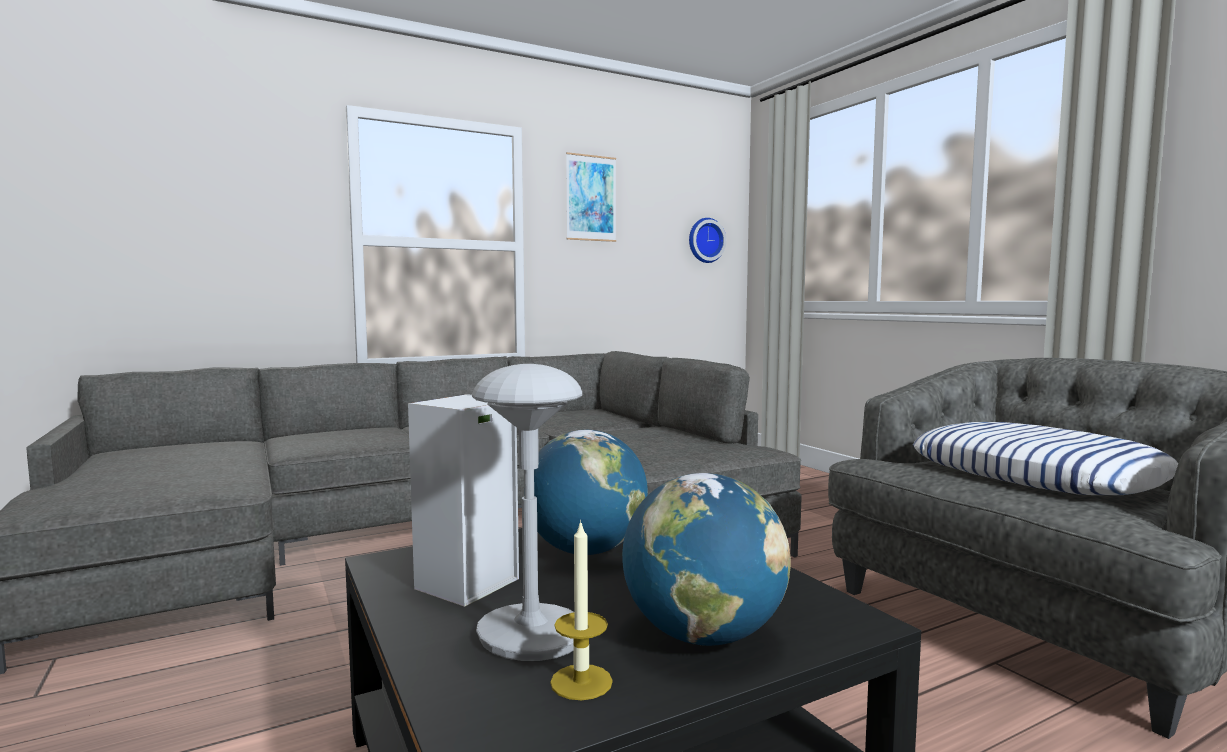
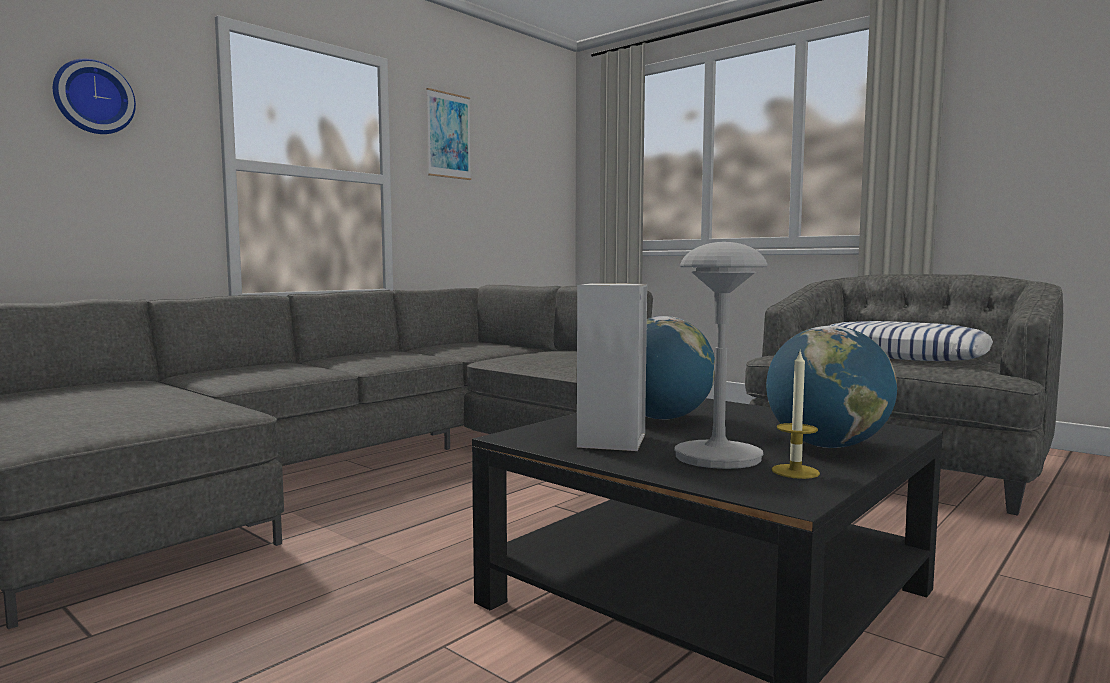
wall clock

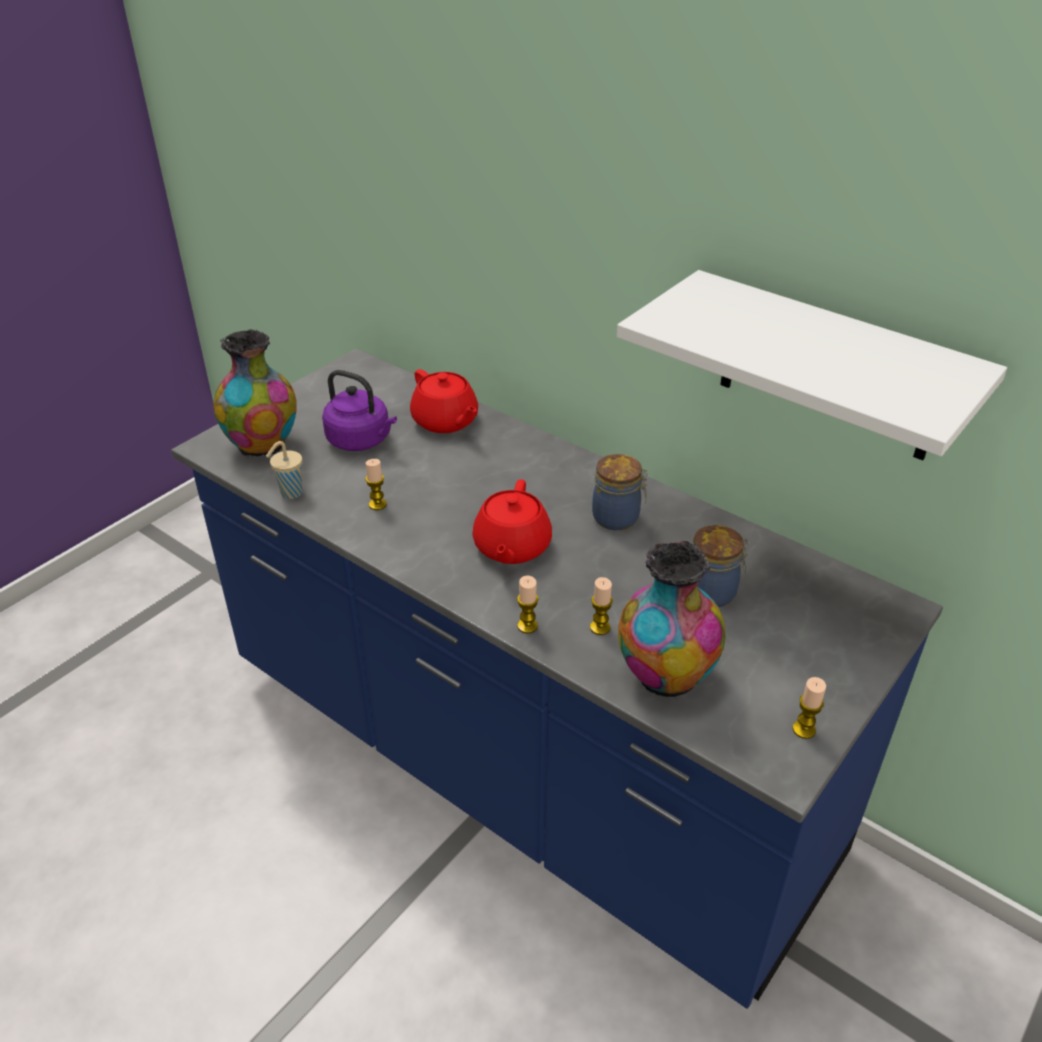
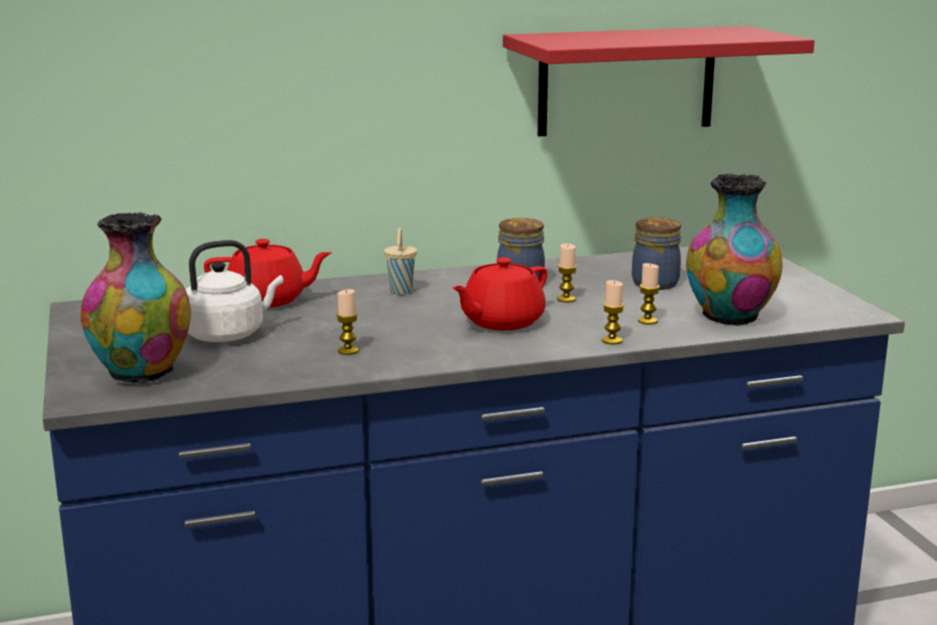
beige cup; candle (2nd from left); white kettle; red shelf; red teapot (2nd from left)

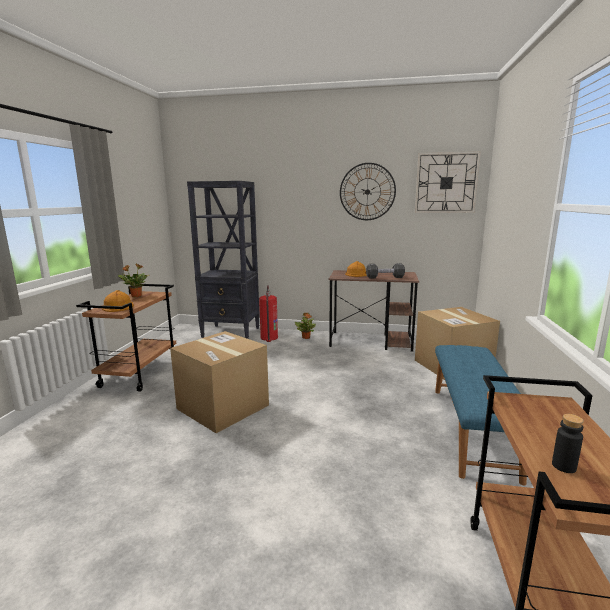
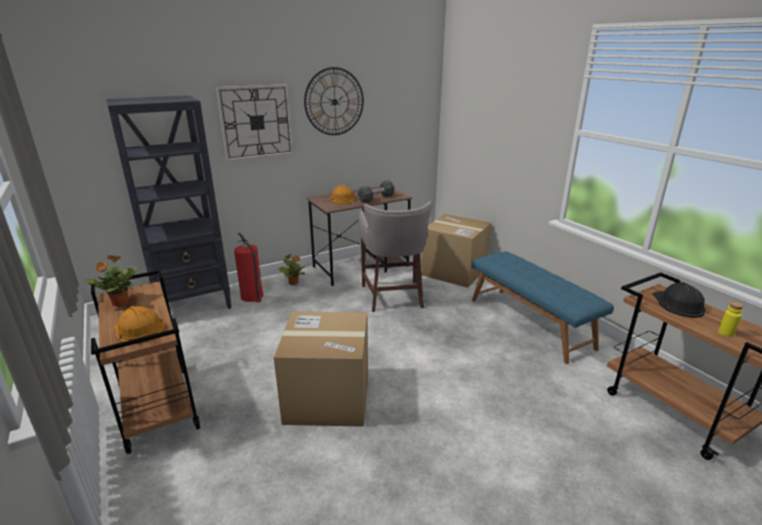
grey stool; black hard hat; wall clock (1st from left); yellow bottle

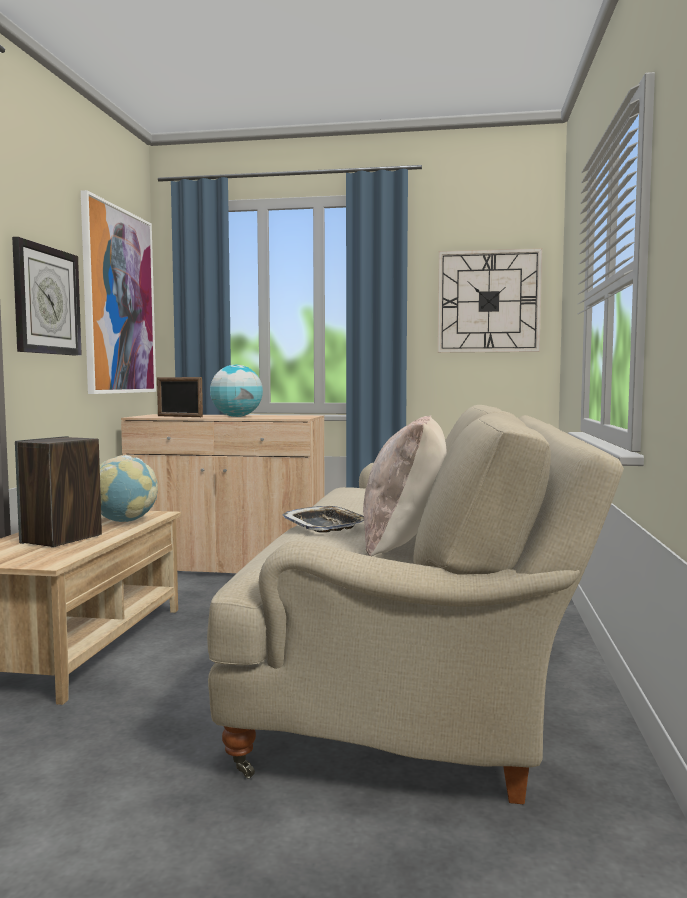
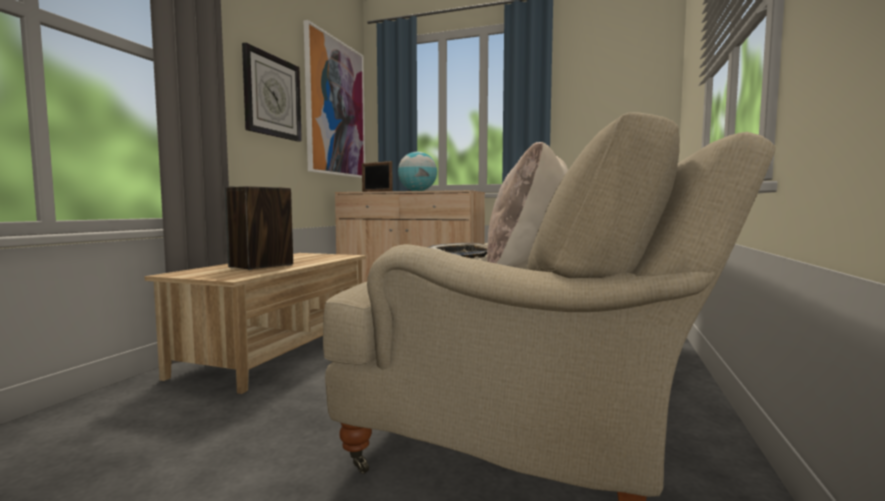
globe (1st from left in the first image); wall clock (2nd from left in the first image)

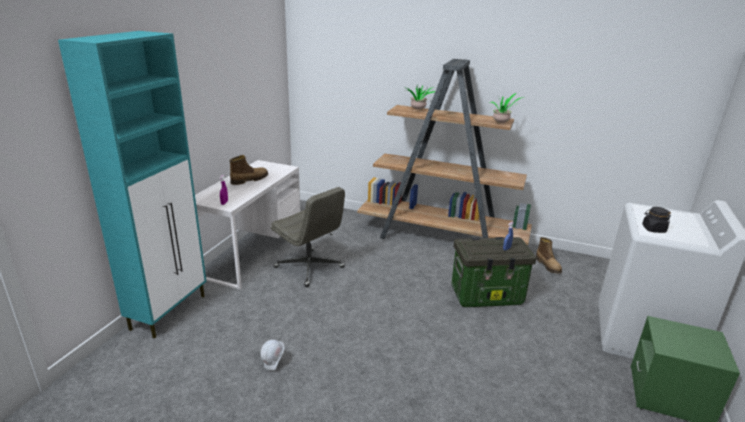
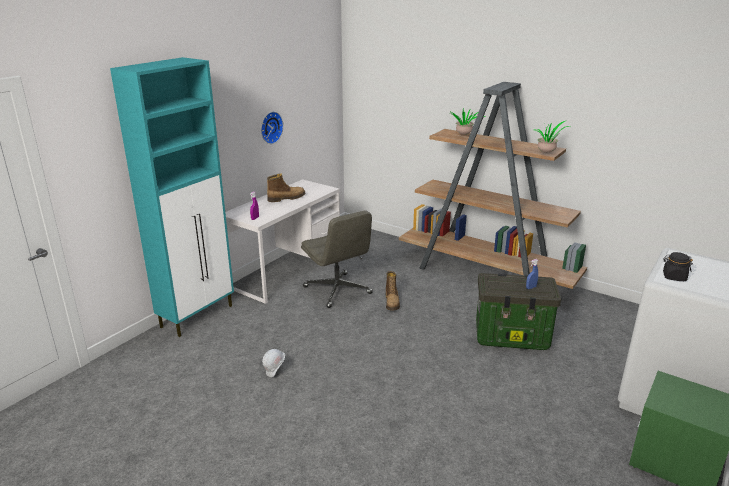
wall clock; boot (2nd from left)

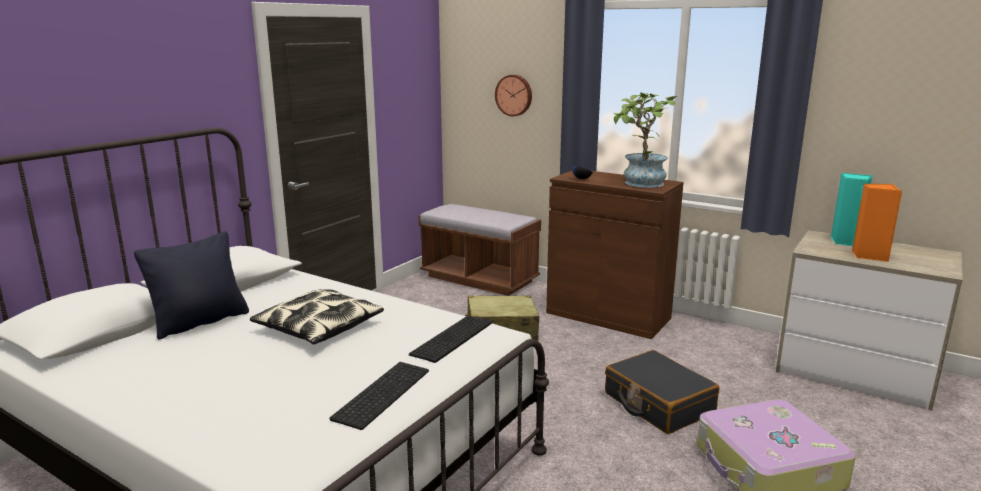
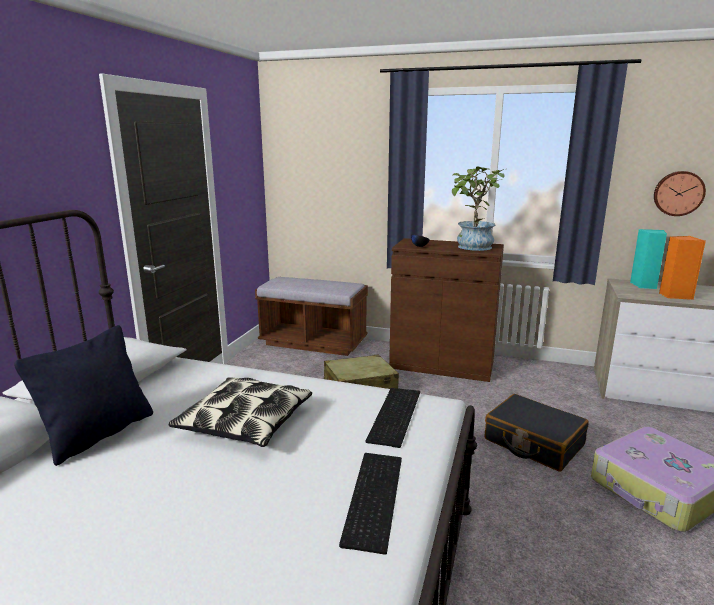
wall clock

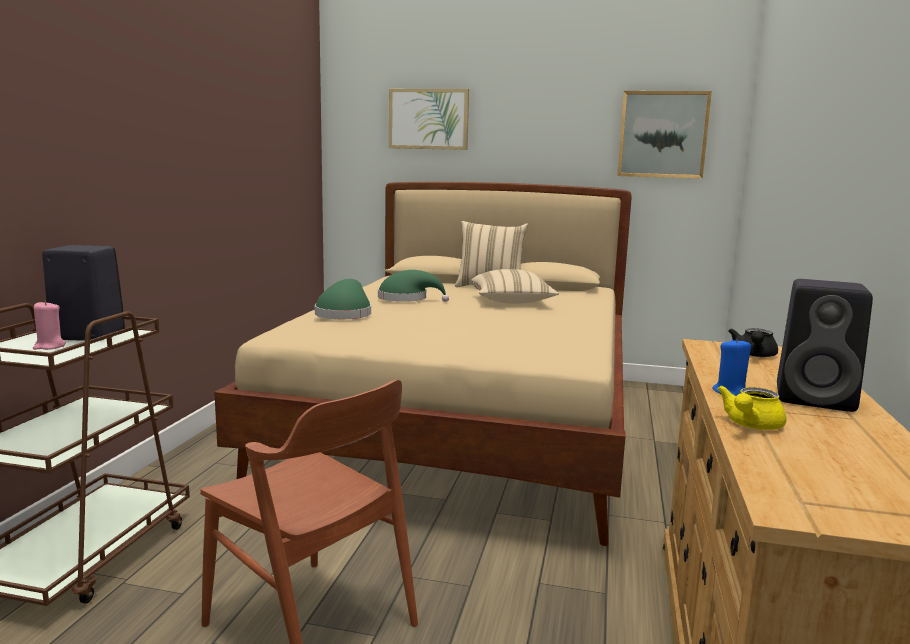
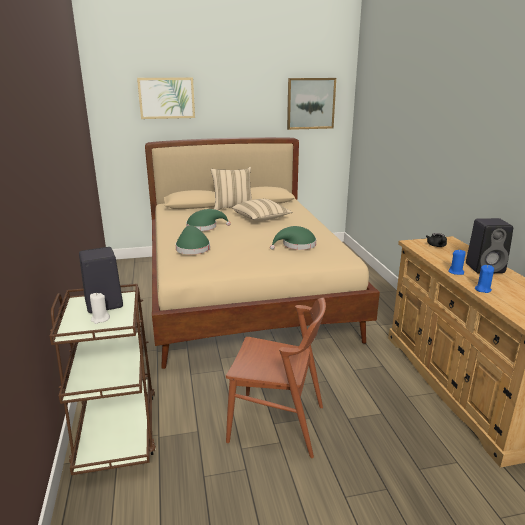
green hat (3rd from left); blue candle (2nd from left); white candle

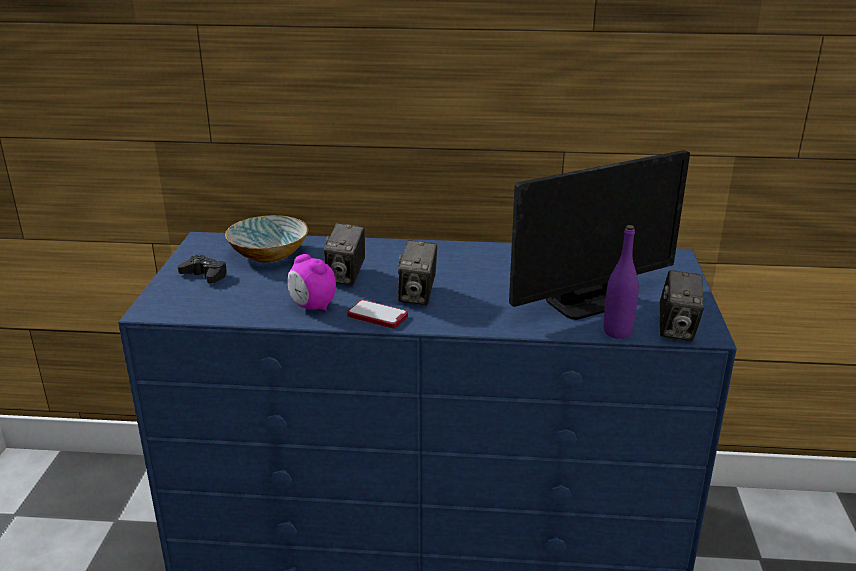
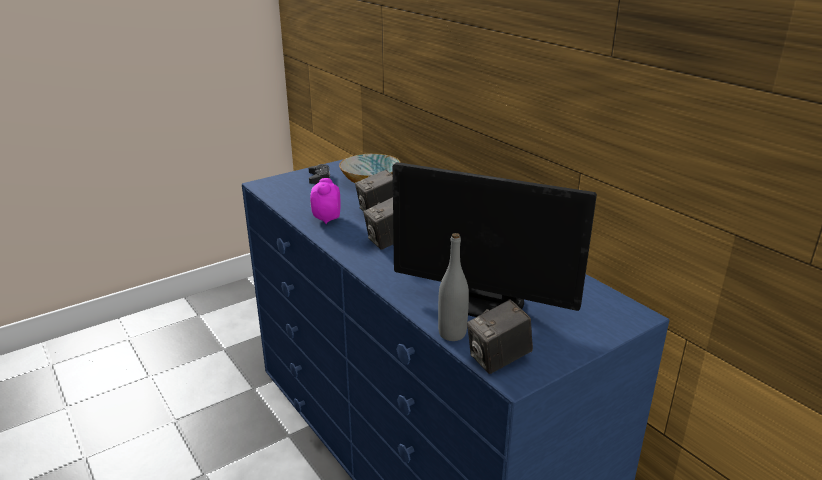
phone; grey bottle

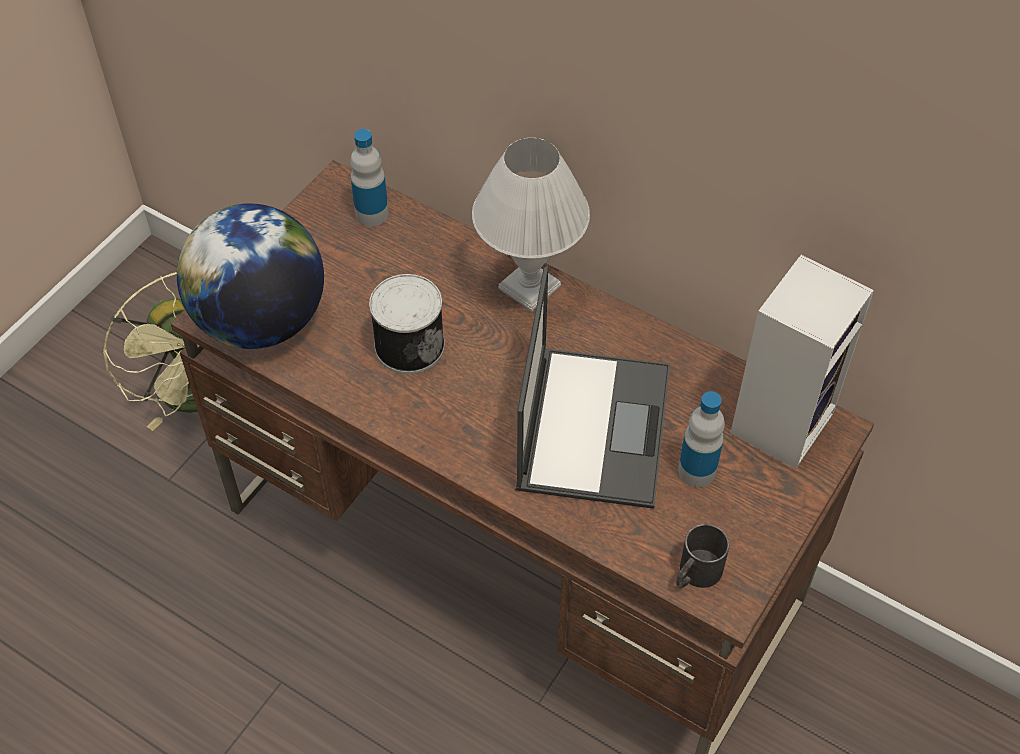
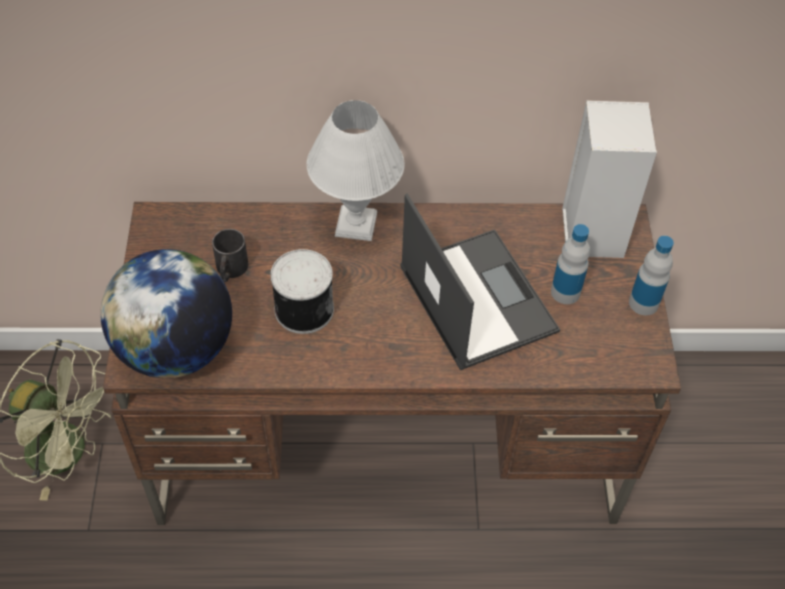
bottle (2nd from left); black mug

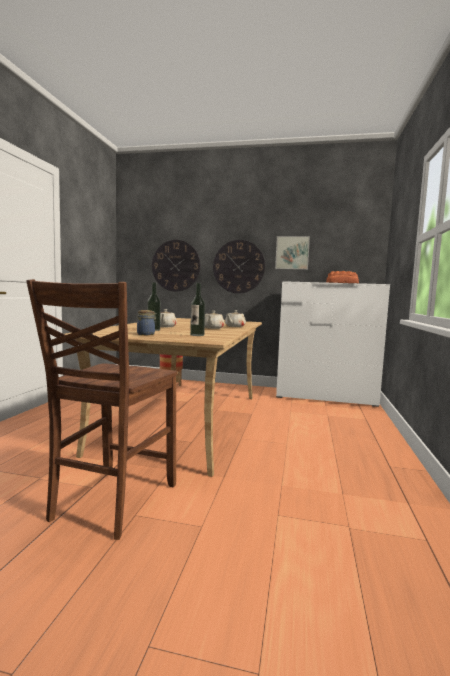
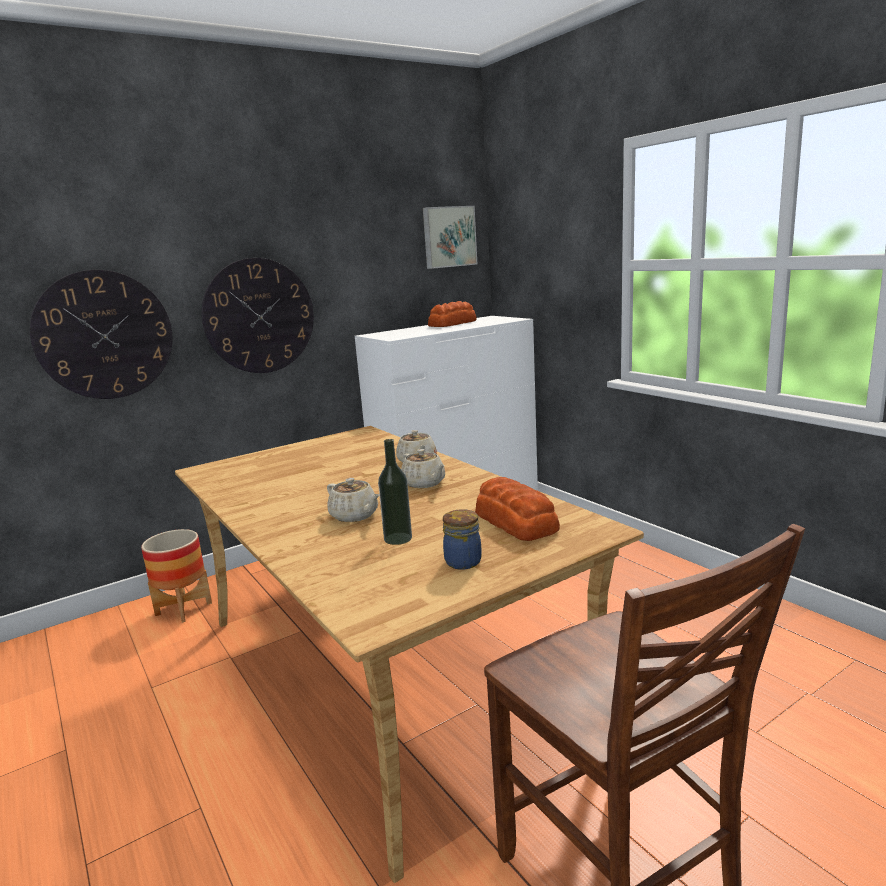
picture; bread (2nd from left)

